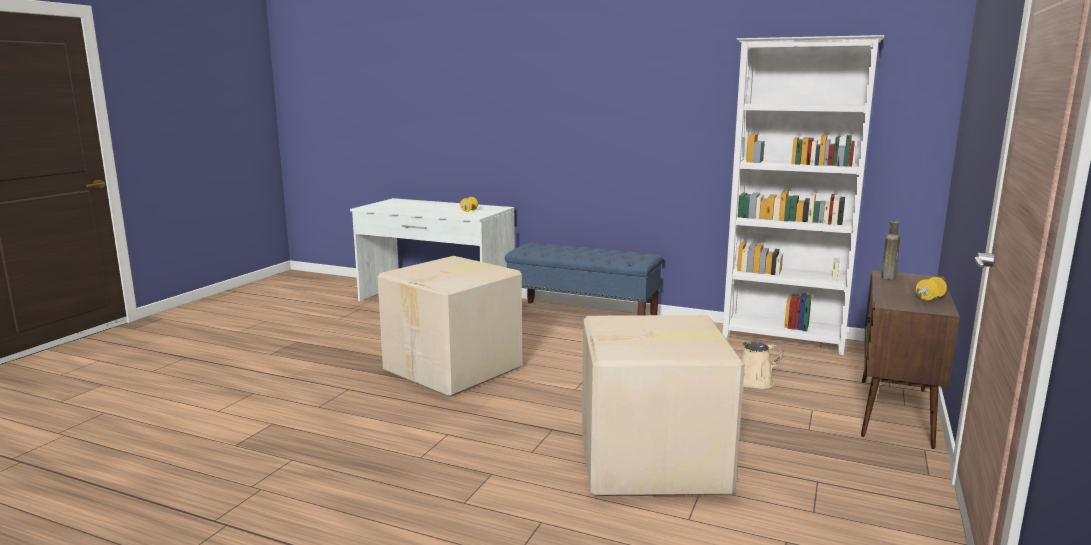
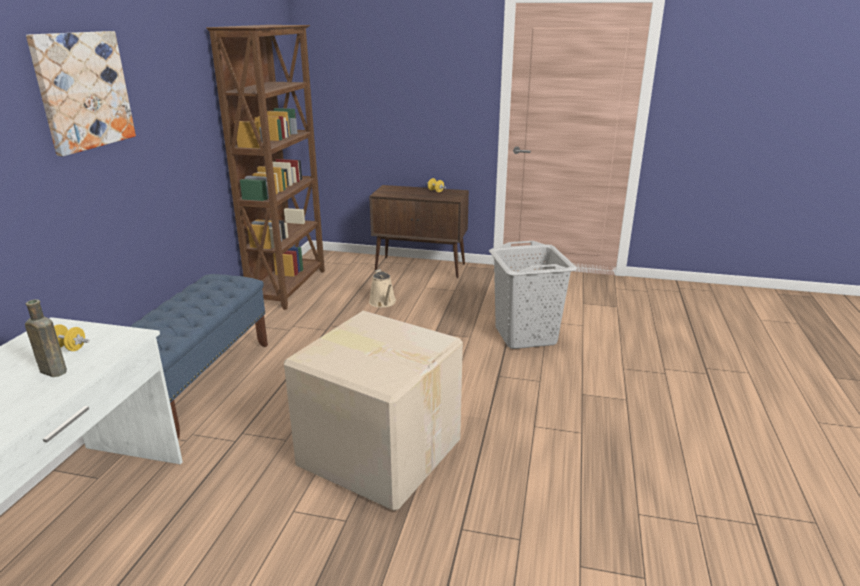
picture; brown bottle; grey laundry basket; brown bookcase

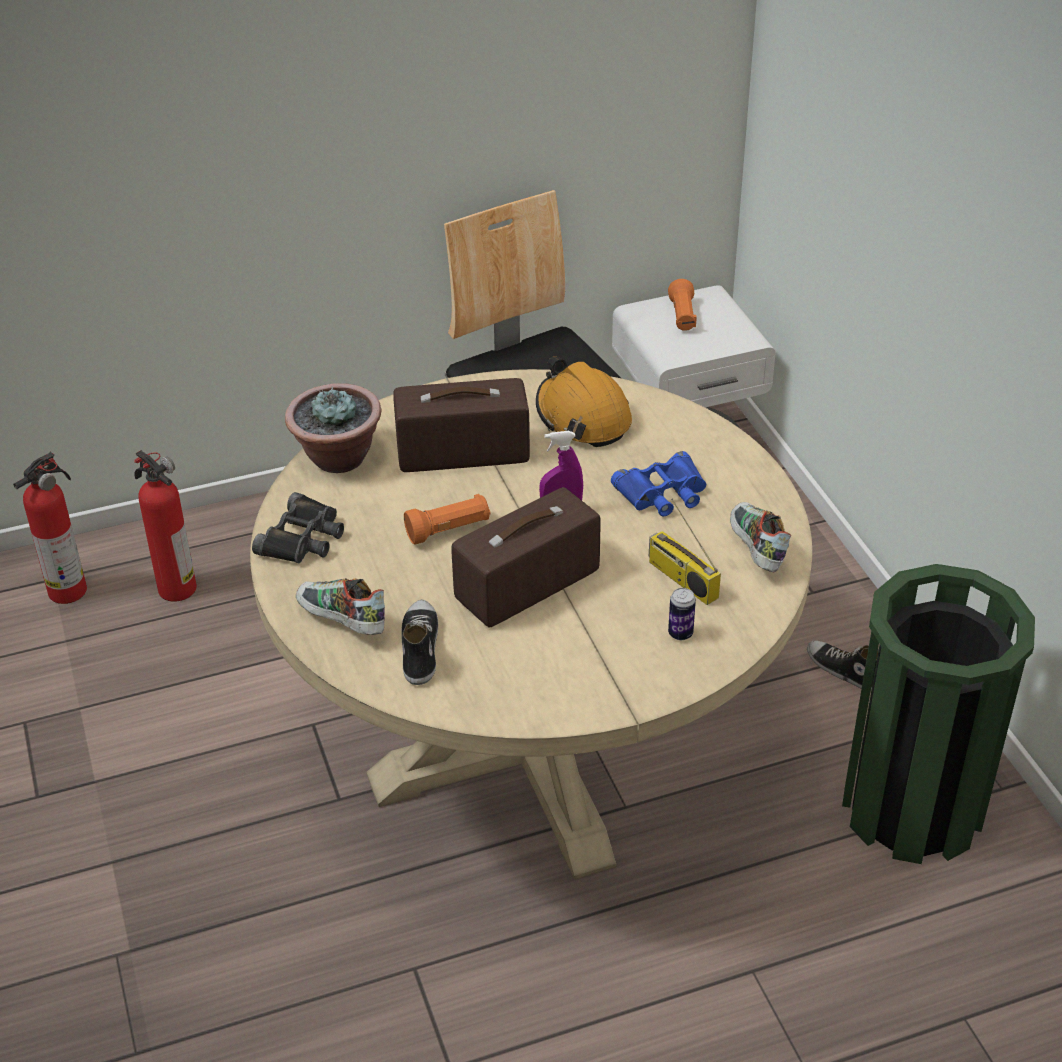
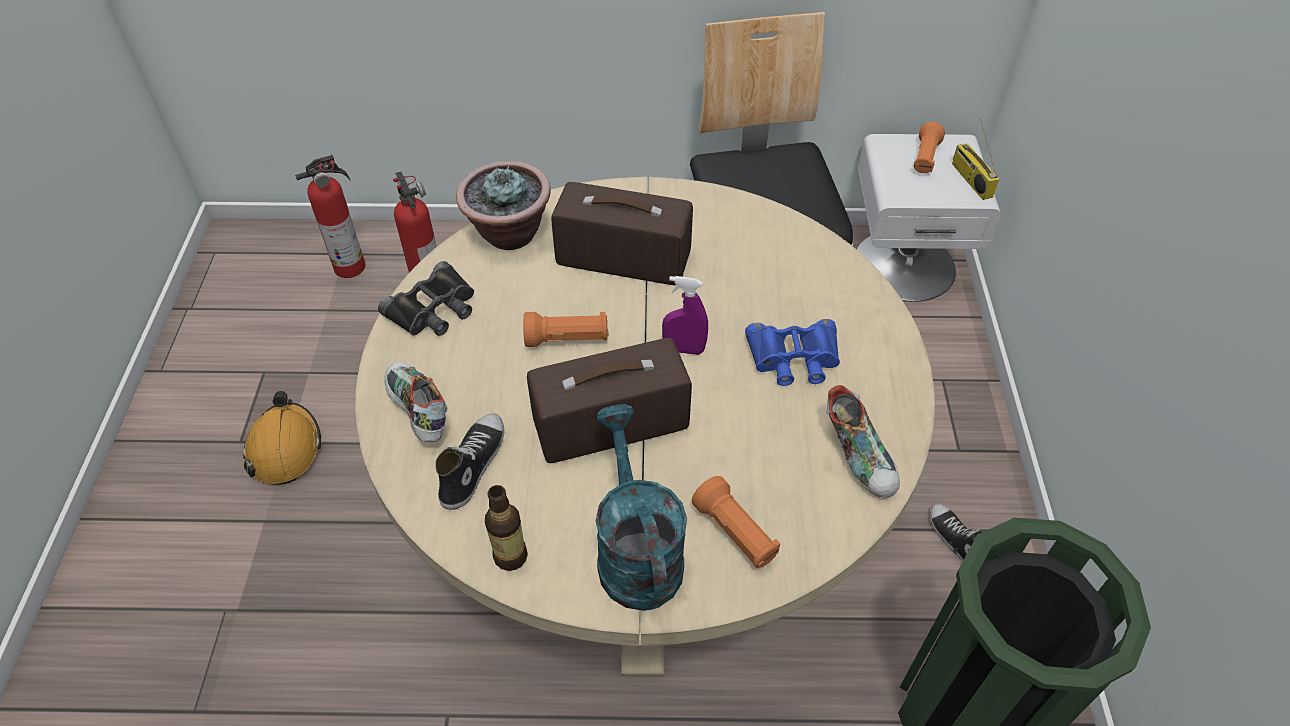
bottle; turquoise watering can; orange hard hat; radio (3rd from left); orange flashlight (2nd from left); shoe (3rd from left)

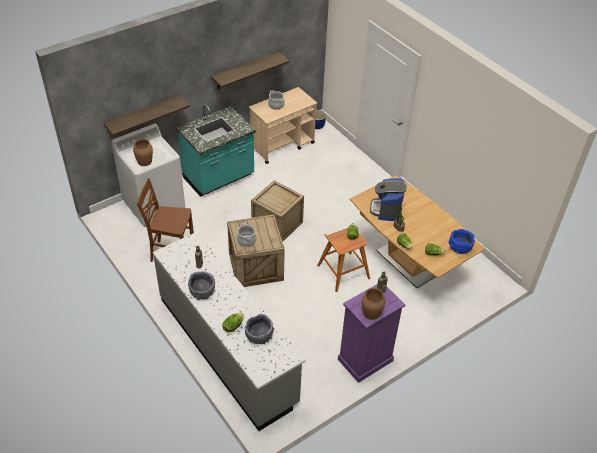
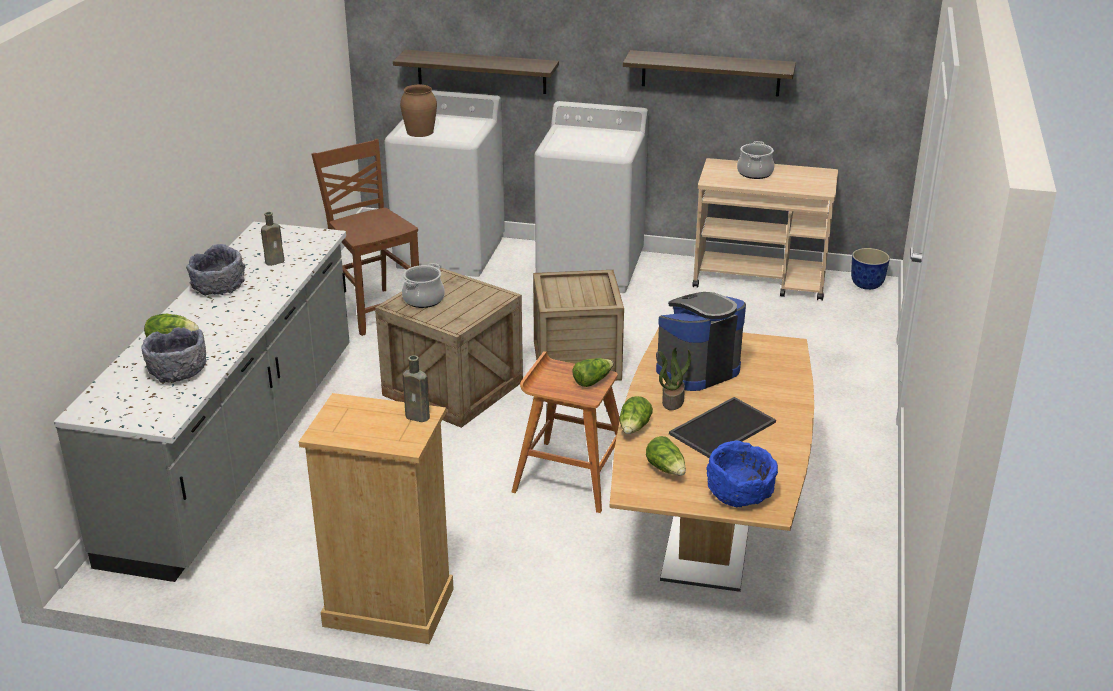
brown vase (2nd from left in the first image); tray; white washing machine (2nd from left); beige dresser

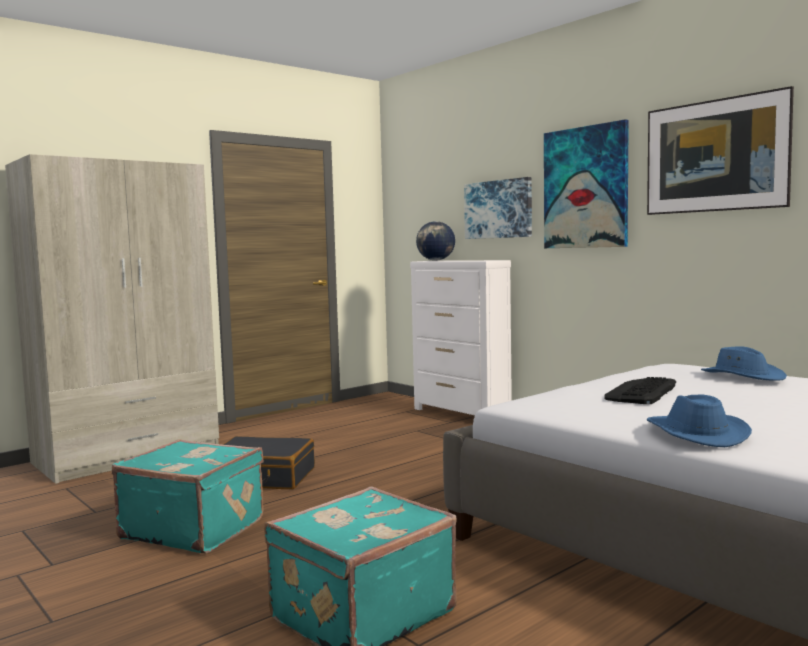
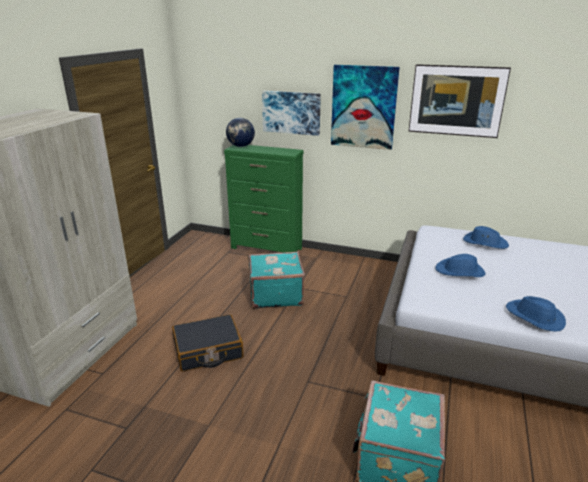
turquoise suitcase (1st from left); blue hat (1st from left); green dresser

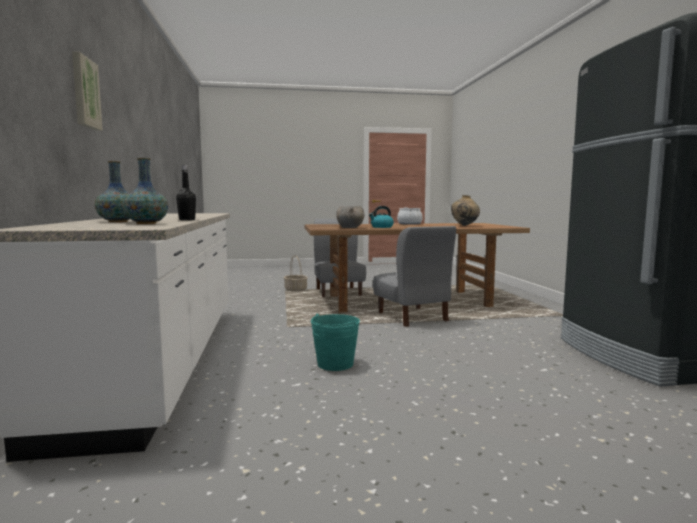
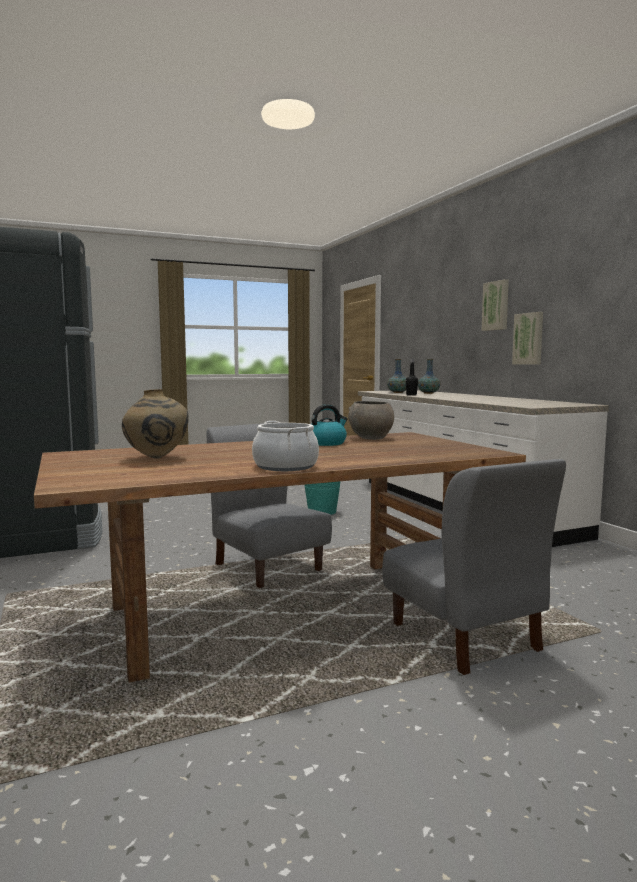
basket; picture (2nd from left)

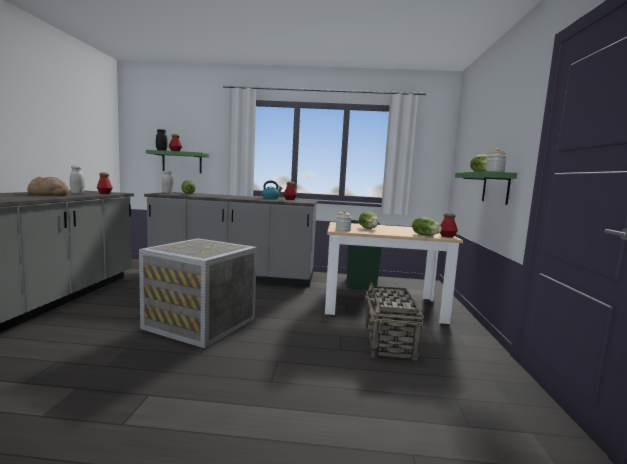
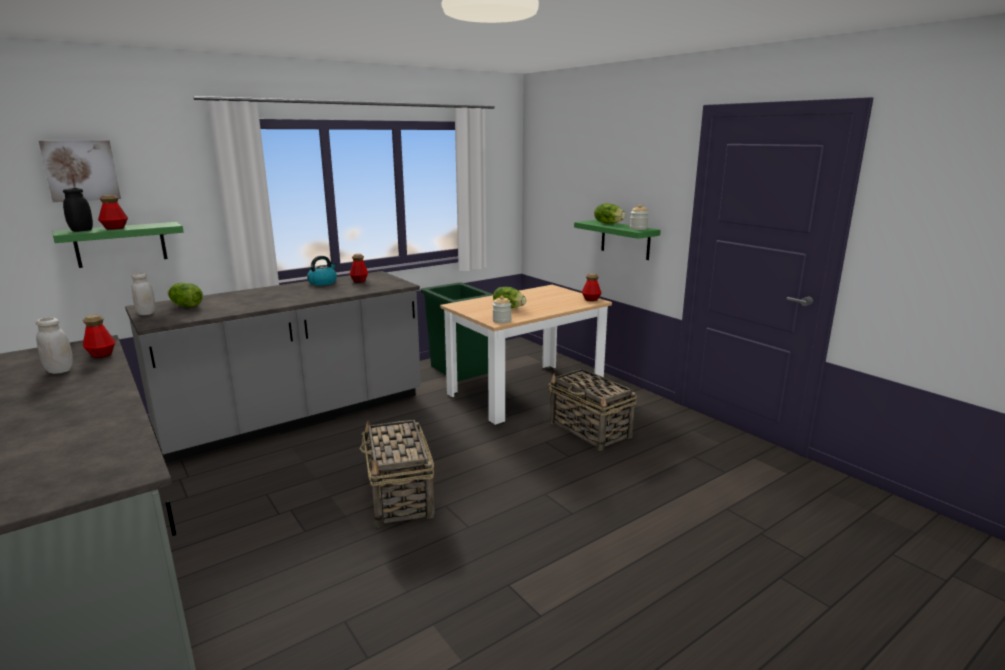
bread; lettuce (3rd from left in the first image); picture; basket (1st from left)

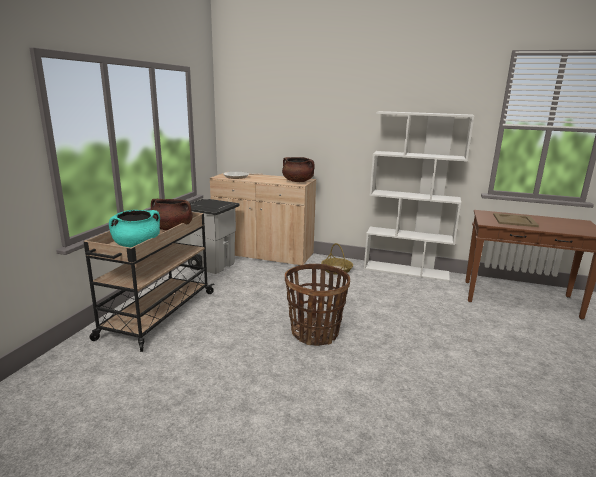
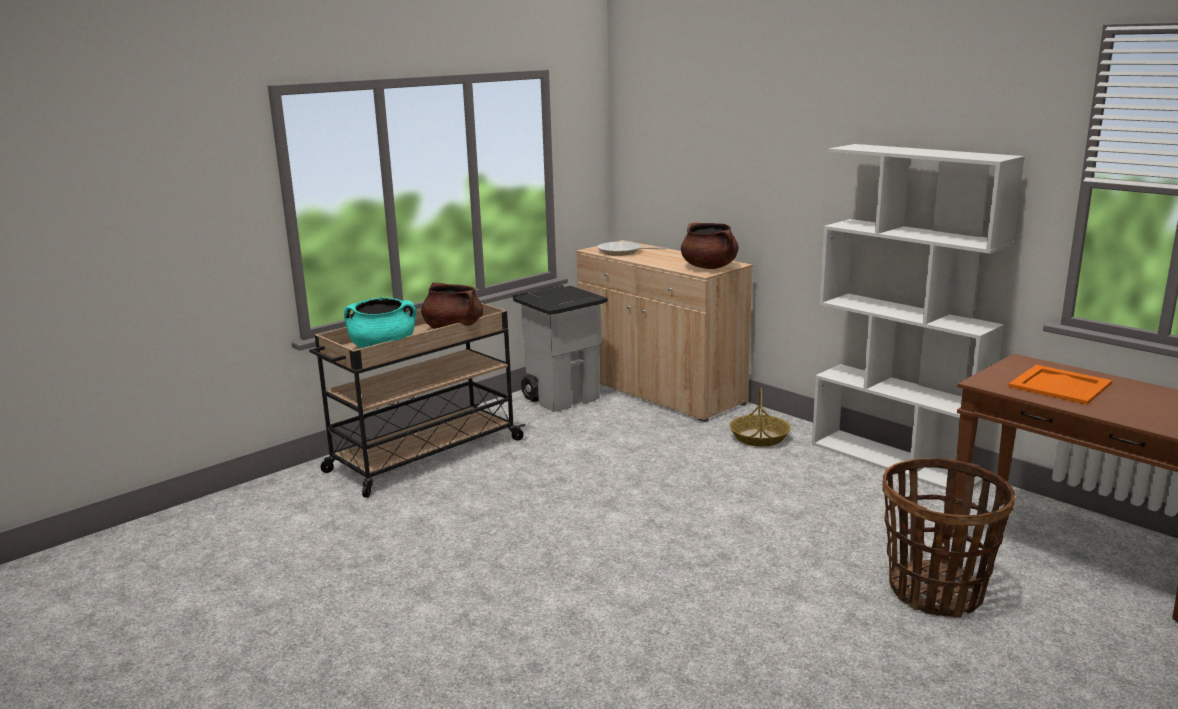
basket (2nd from left); orange tray

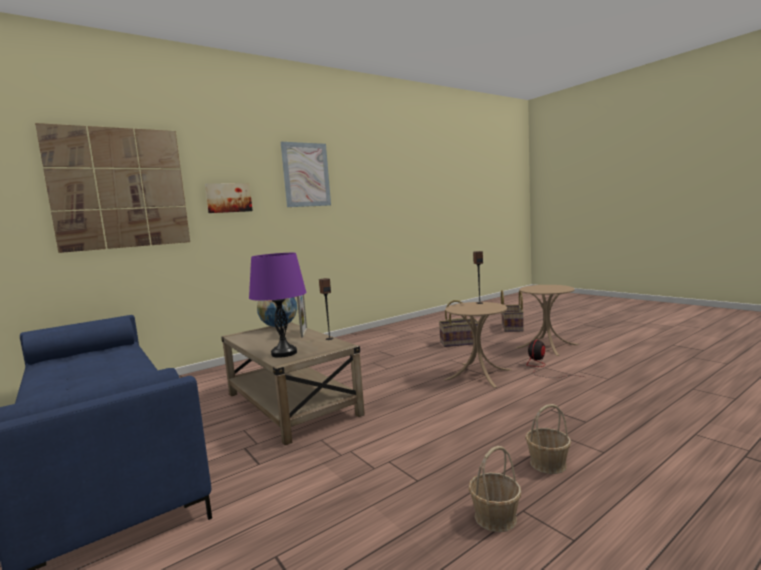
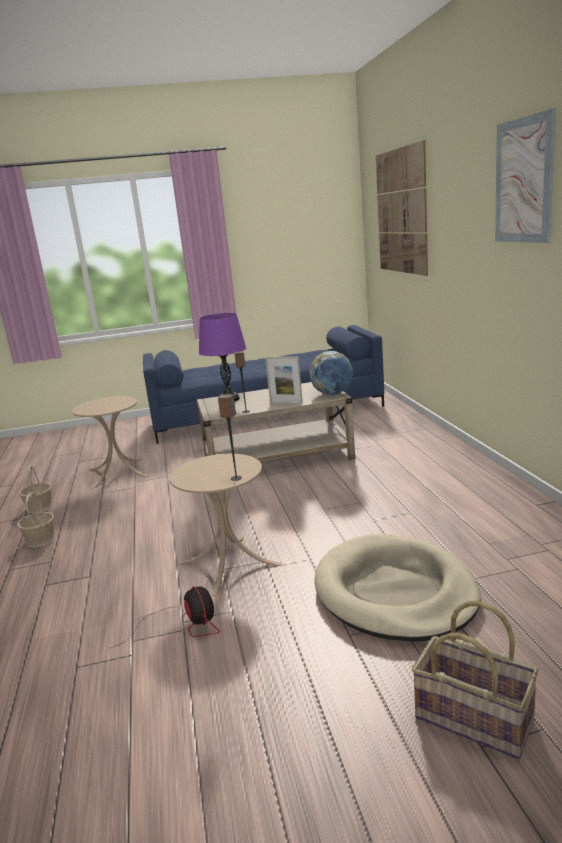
picture (2nd from left in the first image); beige side table (1st from left); beige dog bed

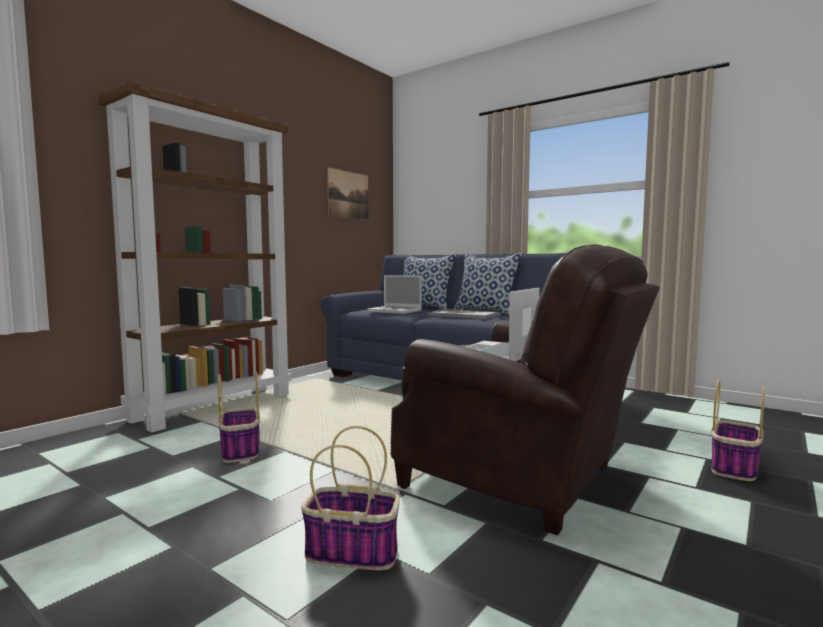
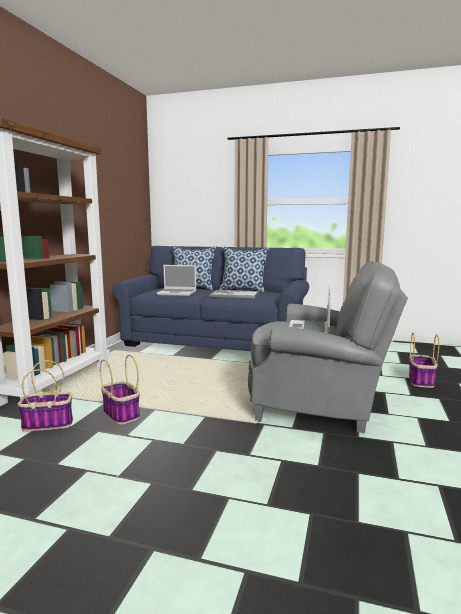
picture; basket (1st from left); grey armchair

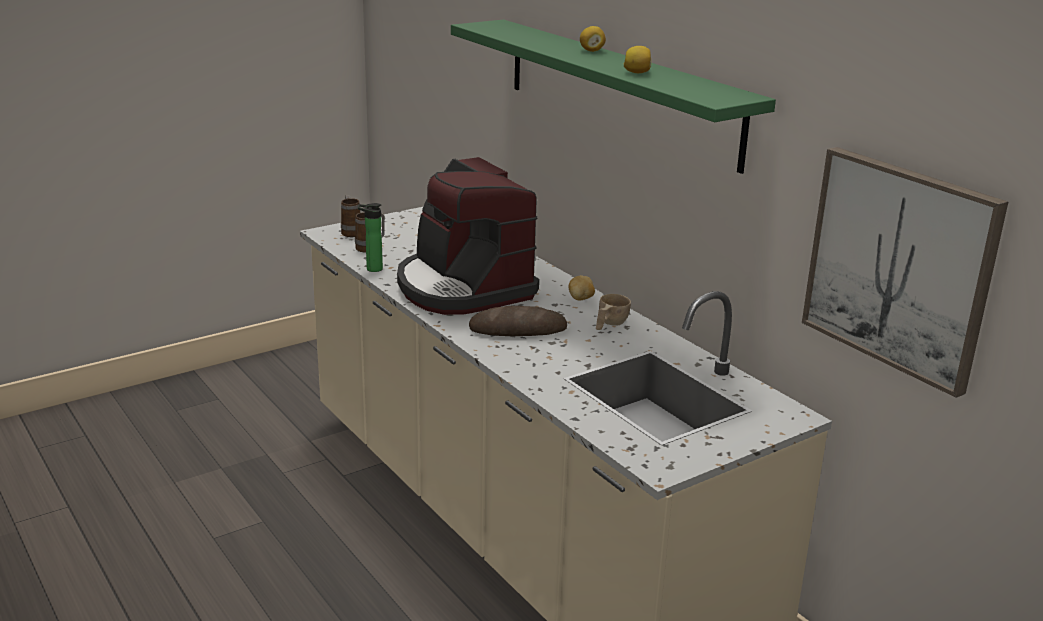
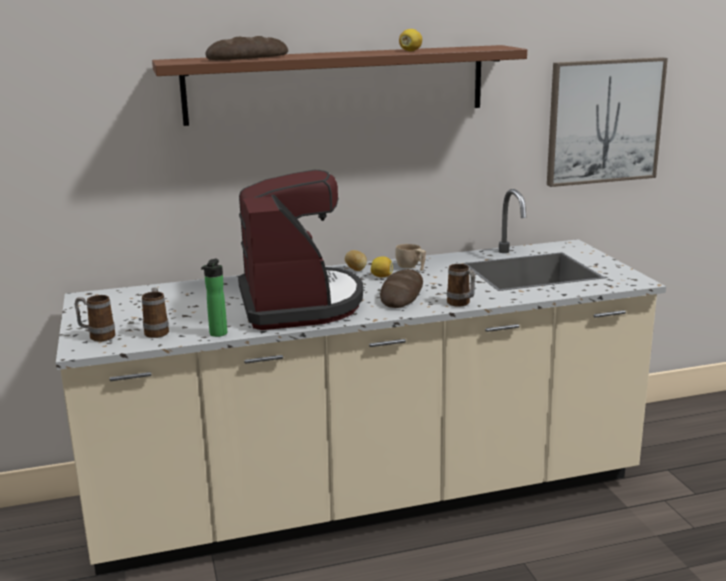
bread (1st from left); mug (3rd from left); lemon (1st from left); brown shelf; coffee machine

